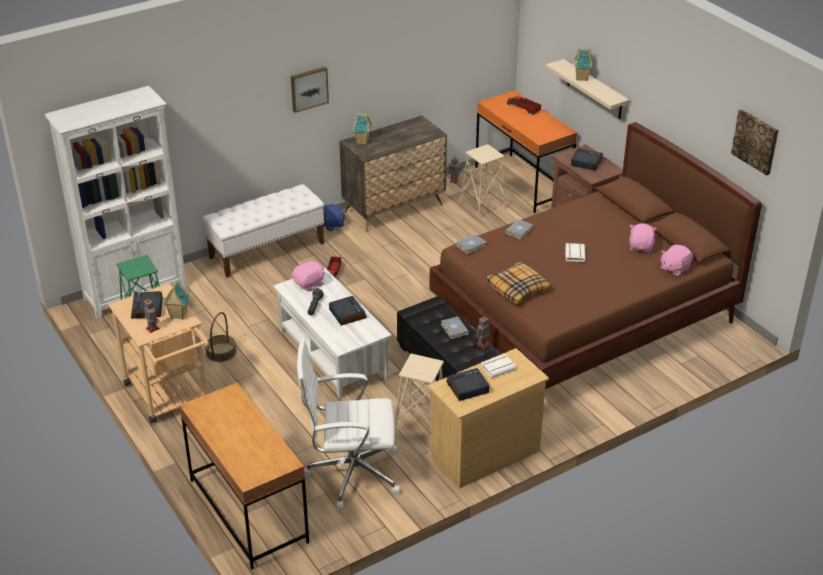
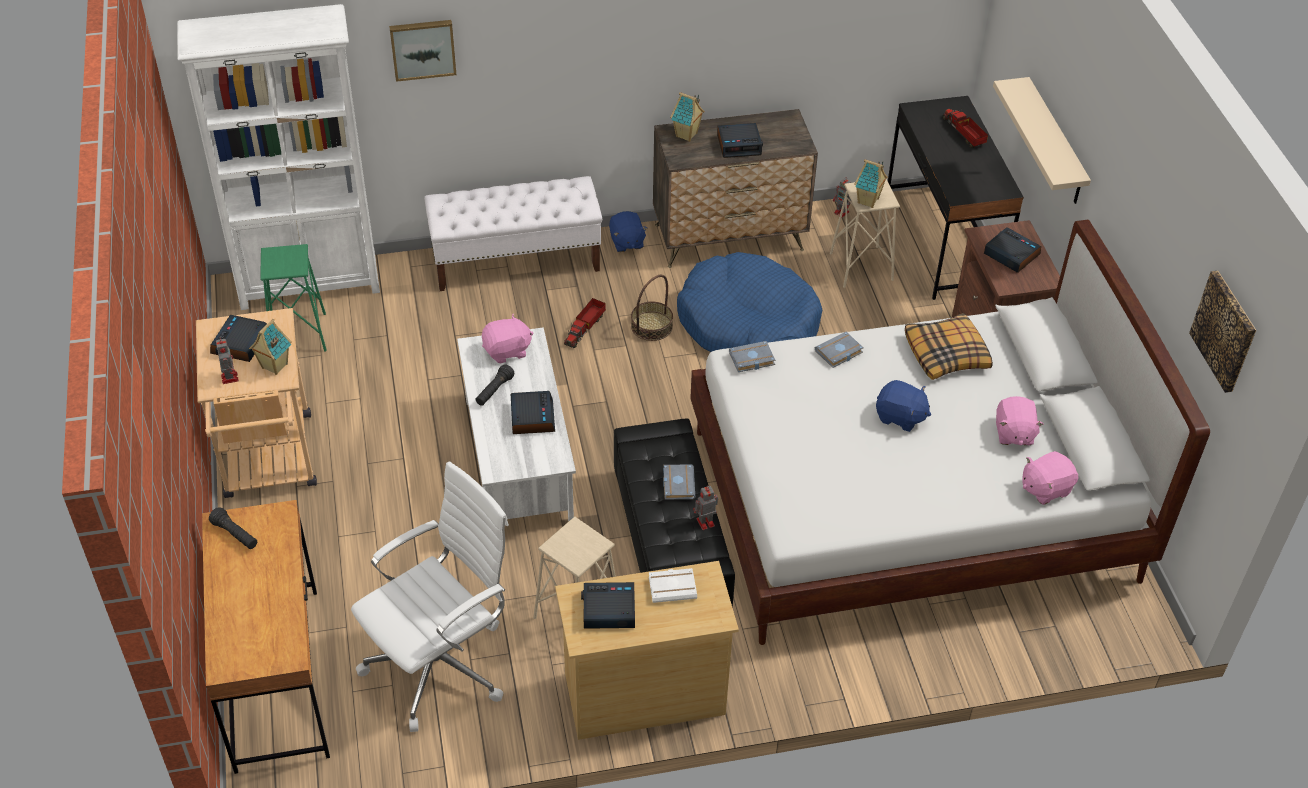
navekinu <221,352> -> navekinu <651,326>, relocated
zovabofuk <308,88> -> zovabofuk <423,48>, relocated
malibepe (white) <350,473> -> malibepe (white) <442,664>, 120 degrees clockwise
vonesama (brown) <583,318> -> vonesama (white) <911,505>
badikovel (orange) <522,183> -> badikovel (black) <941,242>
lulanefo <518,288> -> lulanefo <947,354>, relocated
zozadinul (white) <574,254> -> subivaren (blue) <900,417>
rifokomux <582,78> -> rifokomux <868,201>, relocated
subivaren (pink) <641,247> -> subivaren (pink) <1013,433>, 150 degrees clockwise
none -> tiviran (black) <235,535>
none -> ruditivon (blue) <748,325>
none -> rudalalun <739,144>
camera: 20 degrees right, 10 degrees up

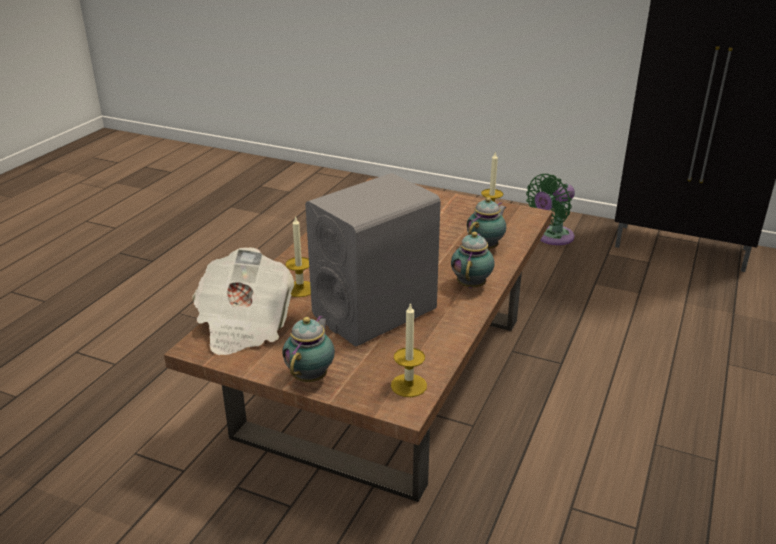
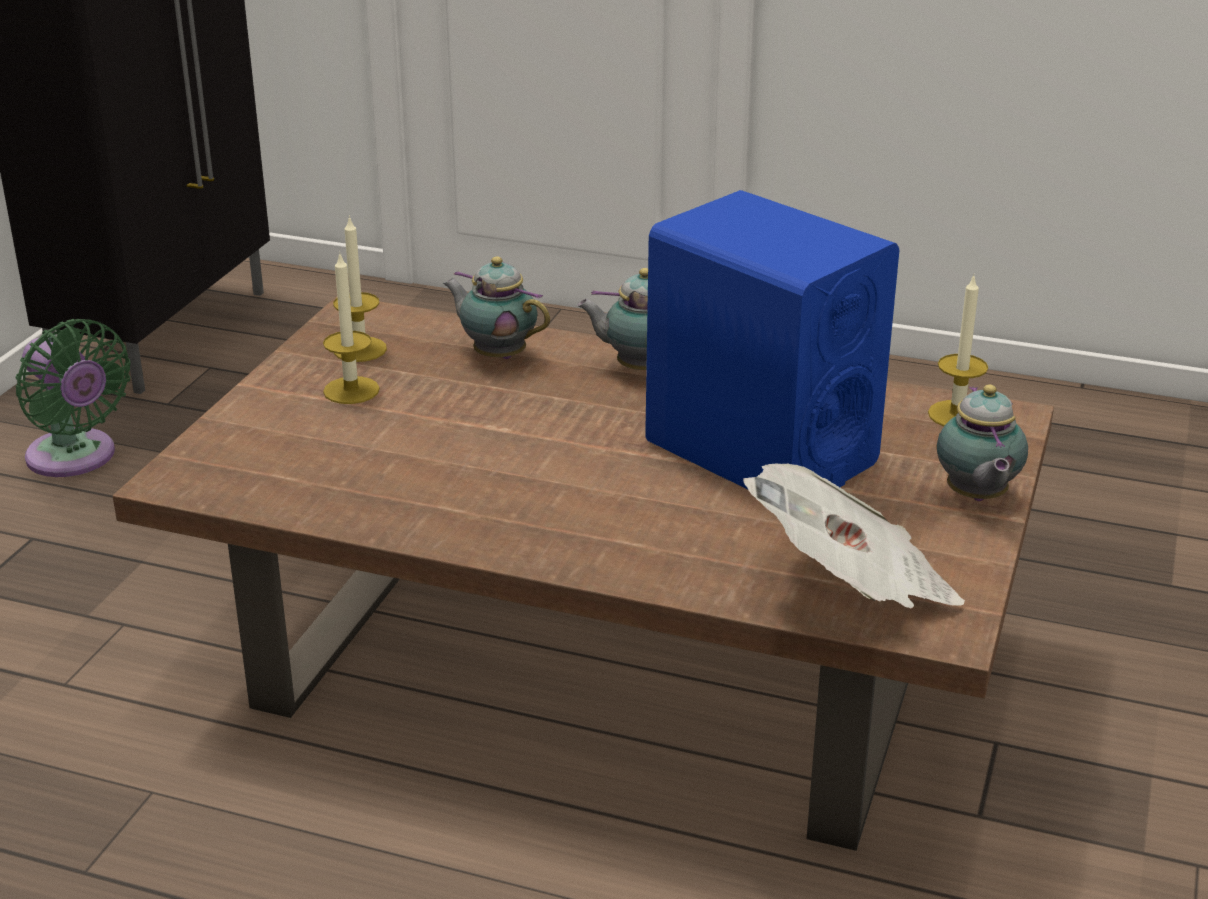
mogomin <311,376> -> mogomin <976,497>, 105 degrees counterclockwise
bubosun <300,289> -> bubosun <351,390>, relocated
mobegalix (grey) <375,312> -> mobegalix (blue) <759,452>
camera: 95 degrees left, 0 degrees up

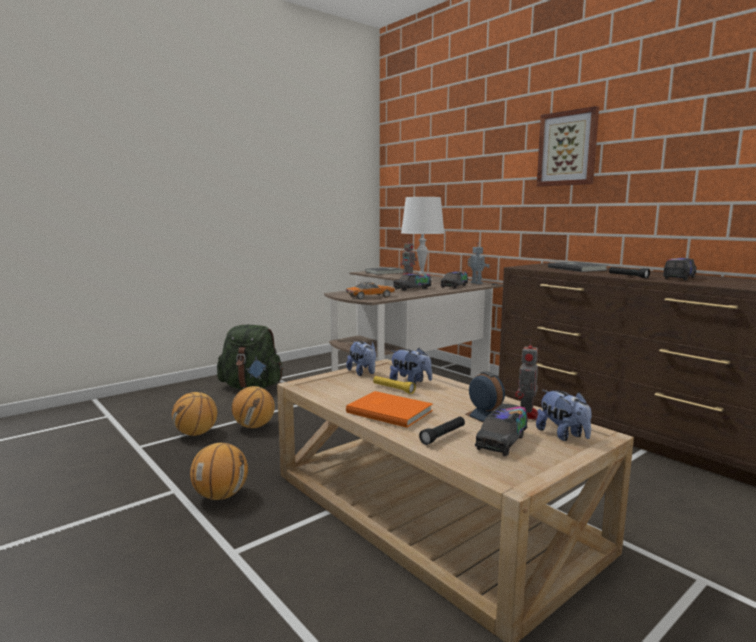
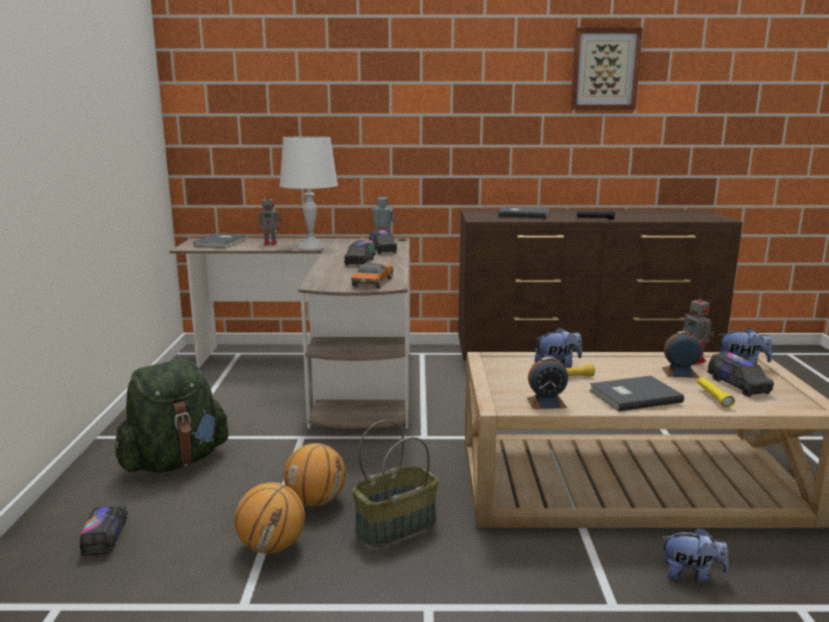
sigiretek <221,496> -> none
subivaren <363,373> -> subivaren <691,575>, relocated
zozadinul (orange) <389,410> -> zozadinul (grey) <632,395>
tiviran (black) <443,435> -> tiviran (yellow) <713,397>
zovabofuk <567,148> -> zovabofuk <604,69>, relocated
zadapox <679,278> -> zadapox <105,537>, relocated
none -> navekinu <396,525>
none -> rudalalun <546,402>
camera: 50 degrees left, 5 degrees up

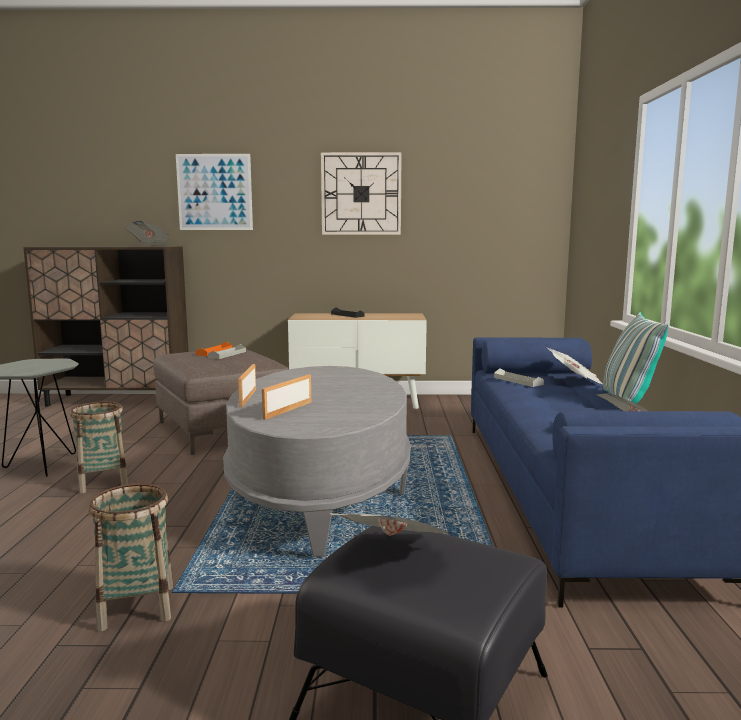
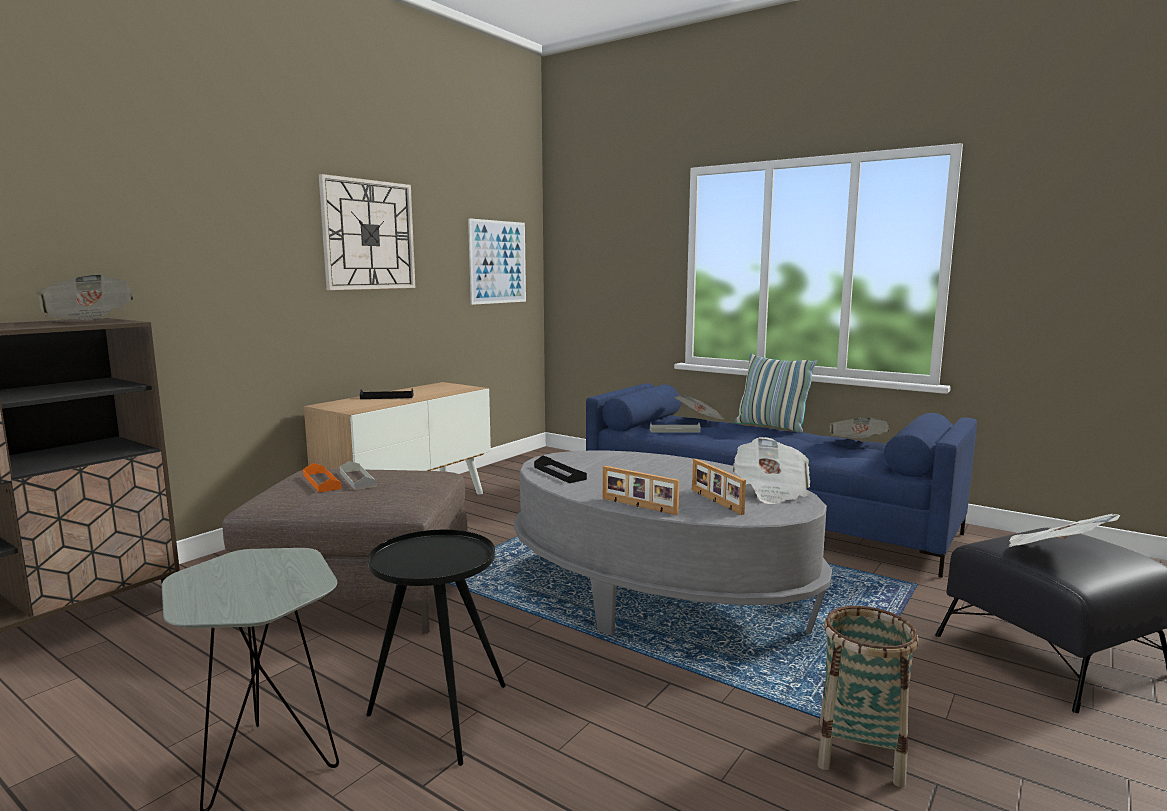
navekinu <103,482> -> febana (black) <439,717>
zovabofuk <214,192> -> zovabofuk <498,262>, relocated
none -> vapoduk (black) <559,473>
none -> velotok <770,491>
camera: 55 degrees left, 0 degrees up

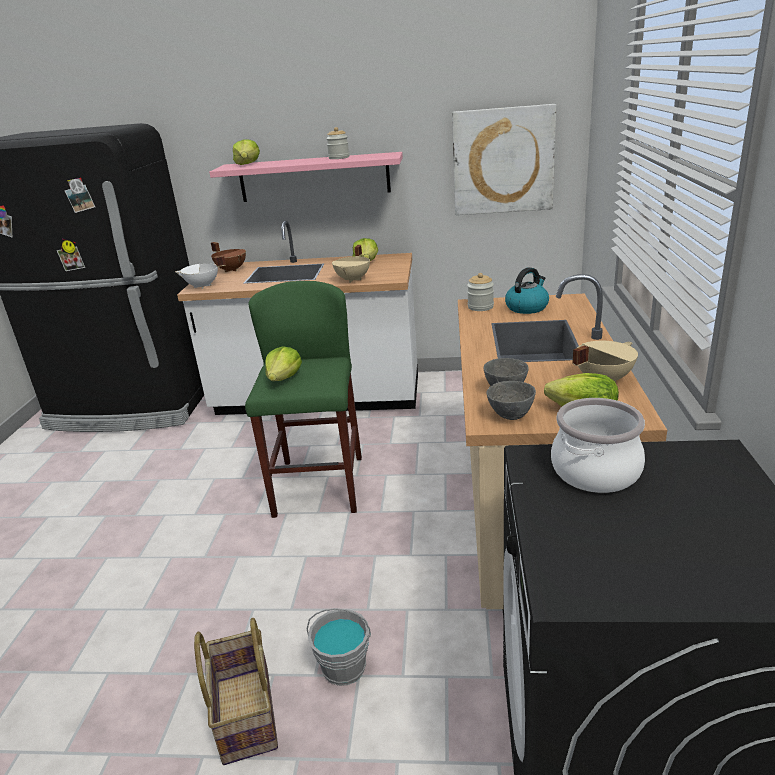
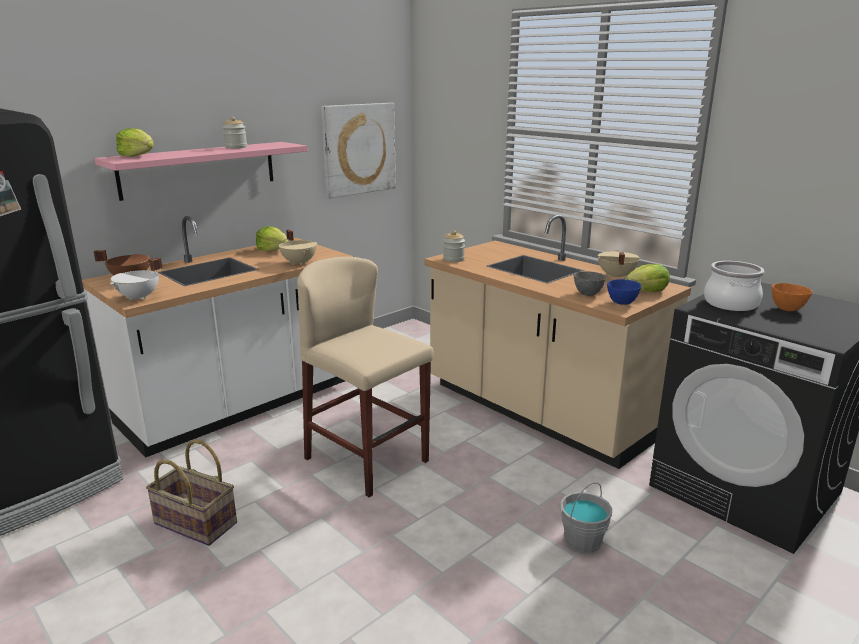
navekinu <245,714> -> navekinu <194,524>, relocated
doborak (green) <319,486> -> doborak (beige) <367,460>
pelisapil <284,378> -> none
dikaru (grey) <511,416> -> dikaru (blue) <622,303>
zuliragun <527,307> -> none
none -> dikaru (orange) <786,309>
camera: 50 degrees left, 5 degrees down

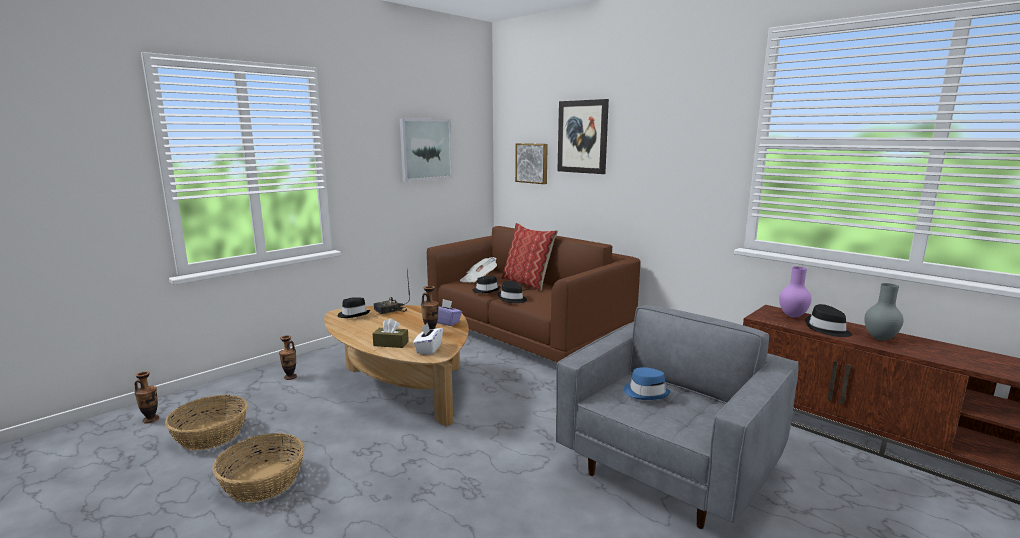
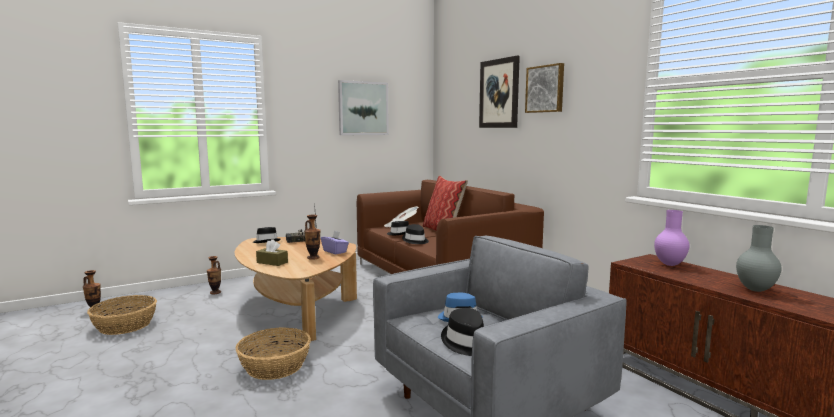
navekinu <262,481> -> navekinu <274,366>, relocated
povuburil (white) <428,349> -> none
zovabofuk <532,163> -> zovabofuk <545,89>, relocated
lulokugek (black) <827,329> -> lulokugek (black) <467,342>, relocated
camera: 15 degrees right, 5 degrees down

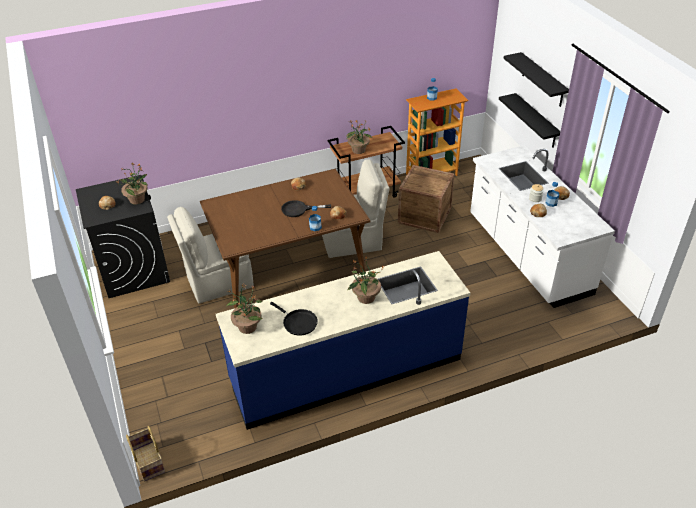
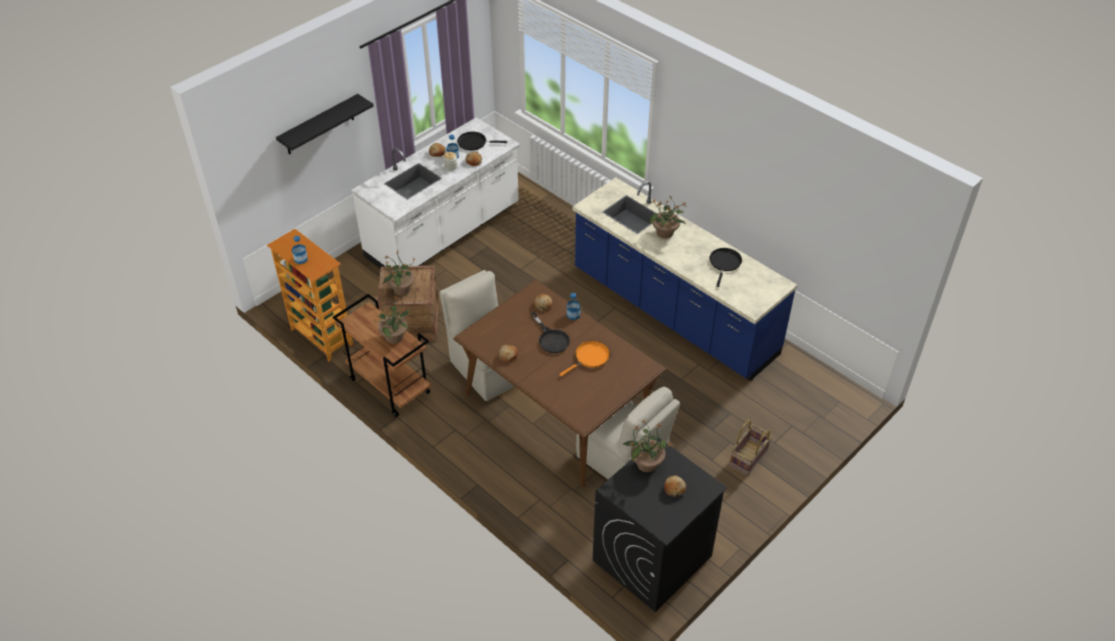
navekinu <148,461> -> navekinu <749,457>, relocated
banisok <247,326> -> banisok <401,289>, relocated
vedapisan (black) <536,121> -> none
none -> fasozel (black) <474,143>
none -> fasozel (orange) <590,357>
camera: 115 degrees left, 5 degrees up

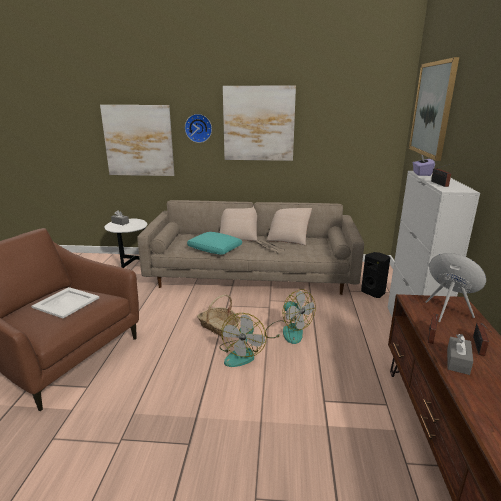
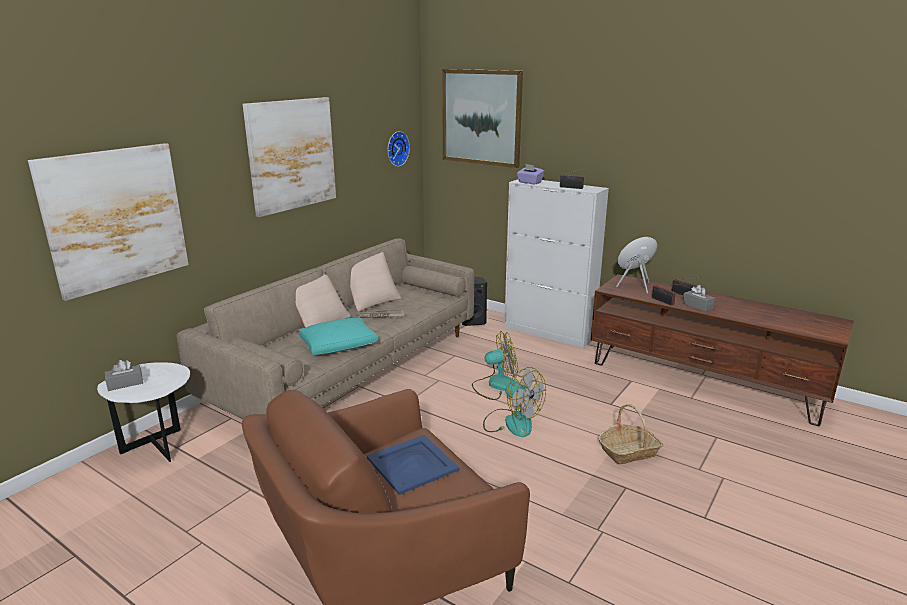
vapoduk (white) <66,303> -> vapoduk (blue) <413,464>
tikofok <198,128> -> tikofok <396,148>, relocated
navekinu <219,326> -> navekinu <629,452>, relocated
camera: 60 degrees left, 0 degrees up

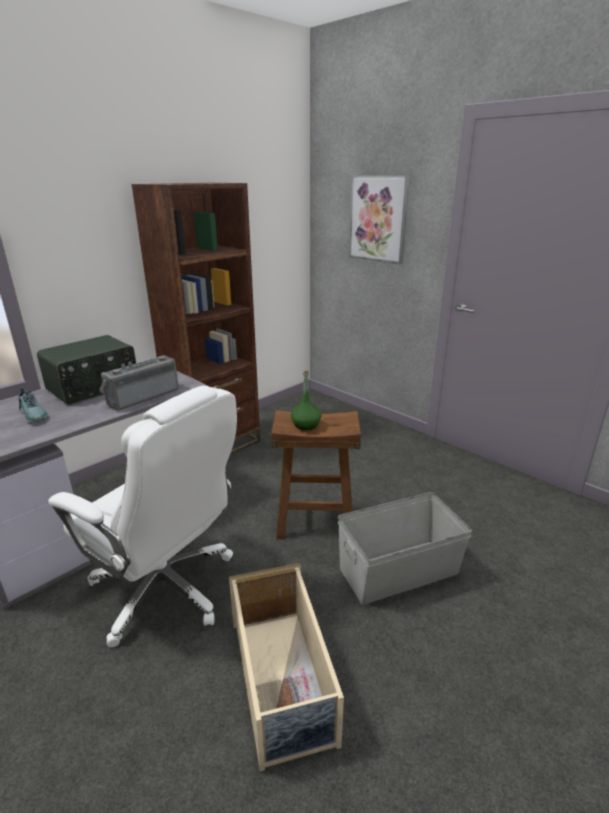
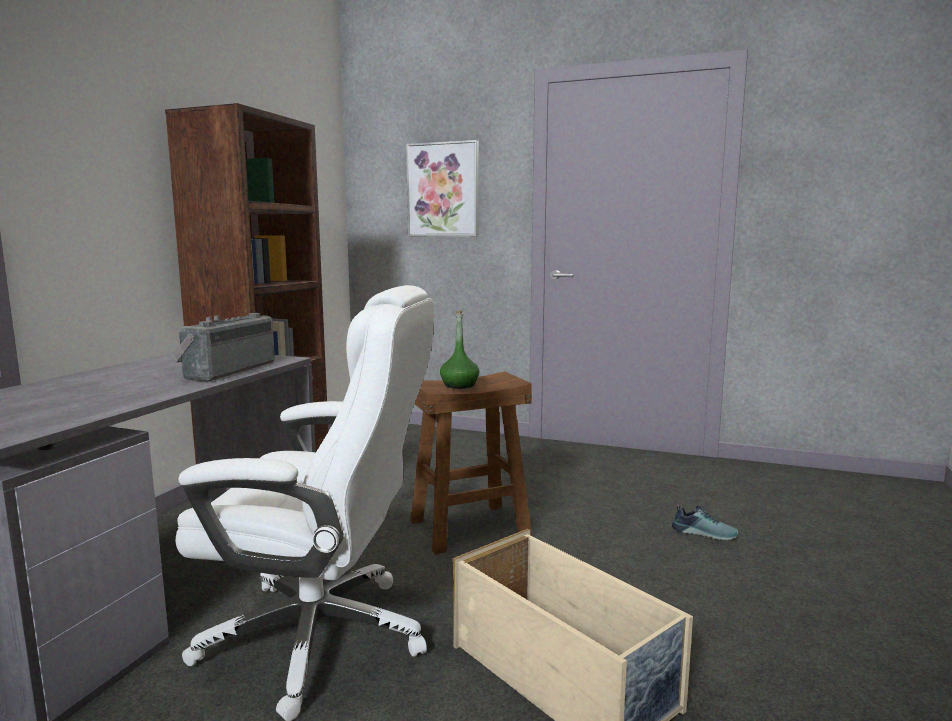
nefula <34,414> -> nefula <704,533>, relocated
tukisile <94,387> -> none
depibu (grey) <399,571> -> none
camera: 25 degrees left, 15 degrees down

